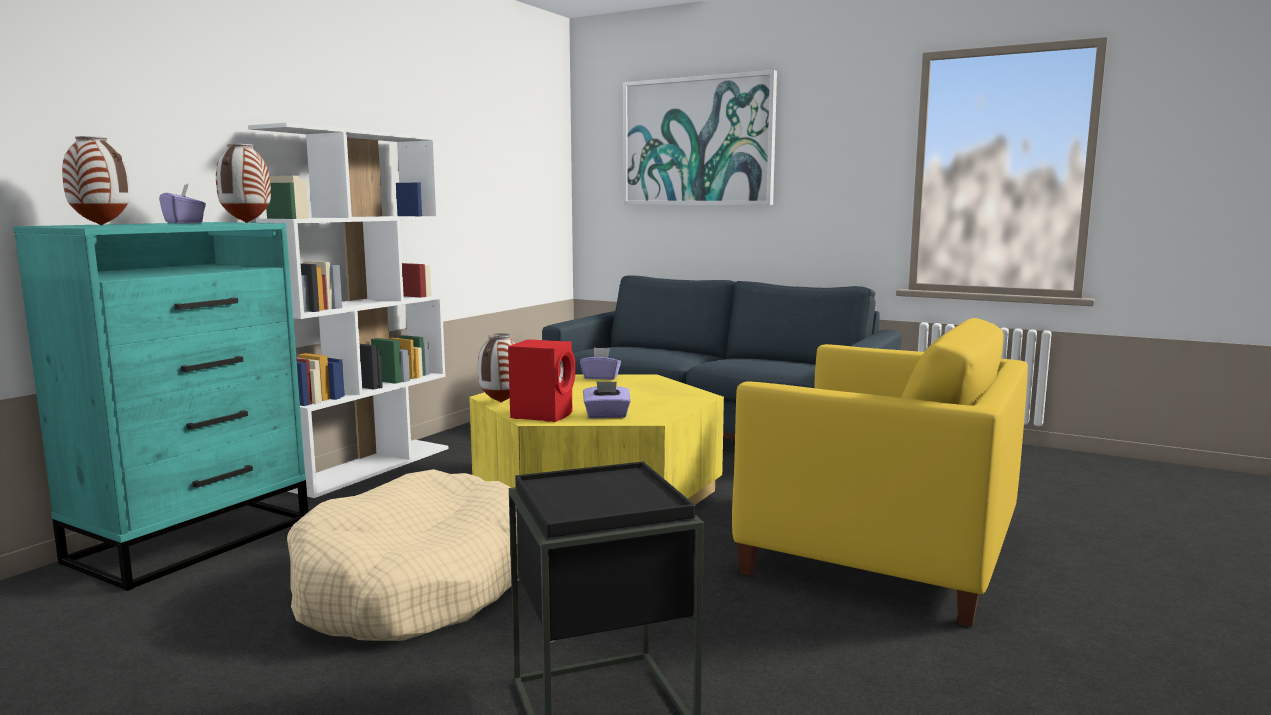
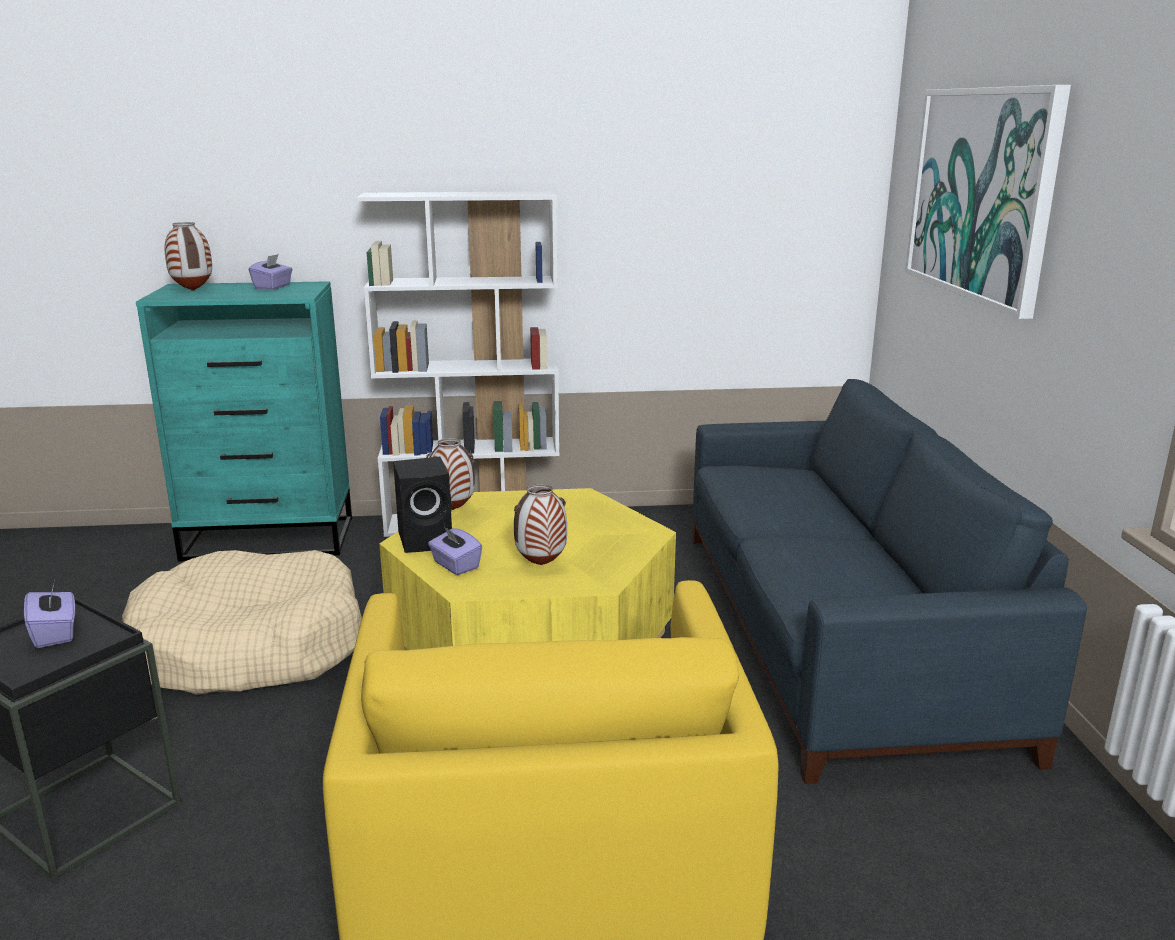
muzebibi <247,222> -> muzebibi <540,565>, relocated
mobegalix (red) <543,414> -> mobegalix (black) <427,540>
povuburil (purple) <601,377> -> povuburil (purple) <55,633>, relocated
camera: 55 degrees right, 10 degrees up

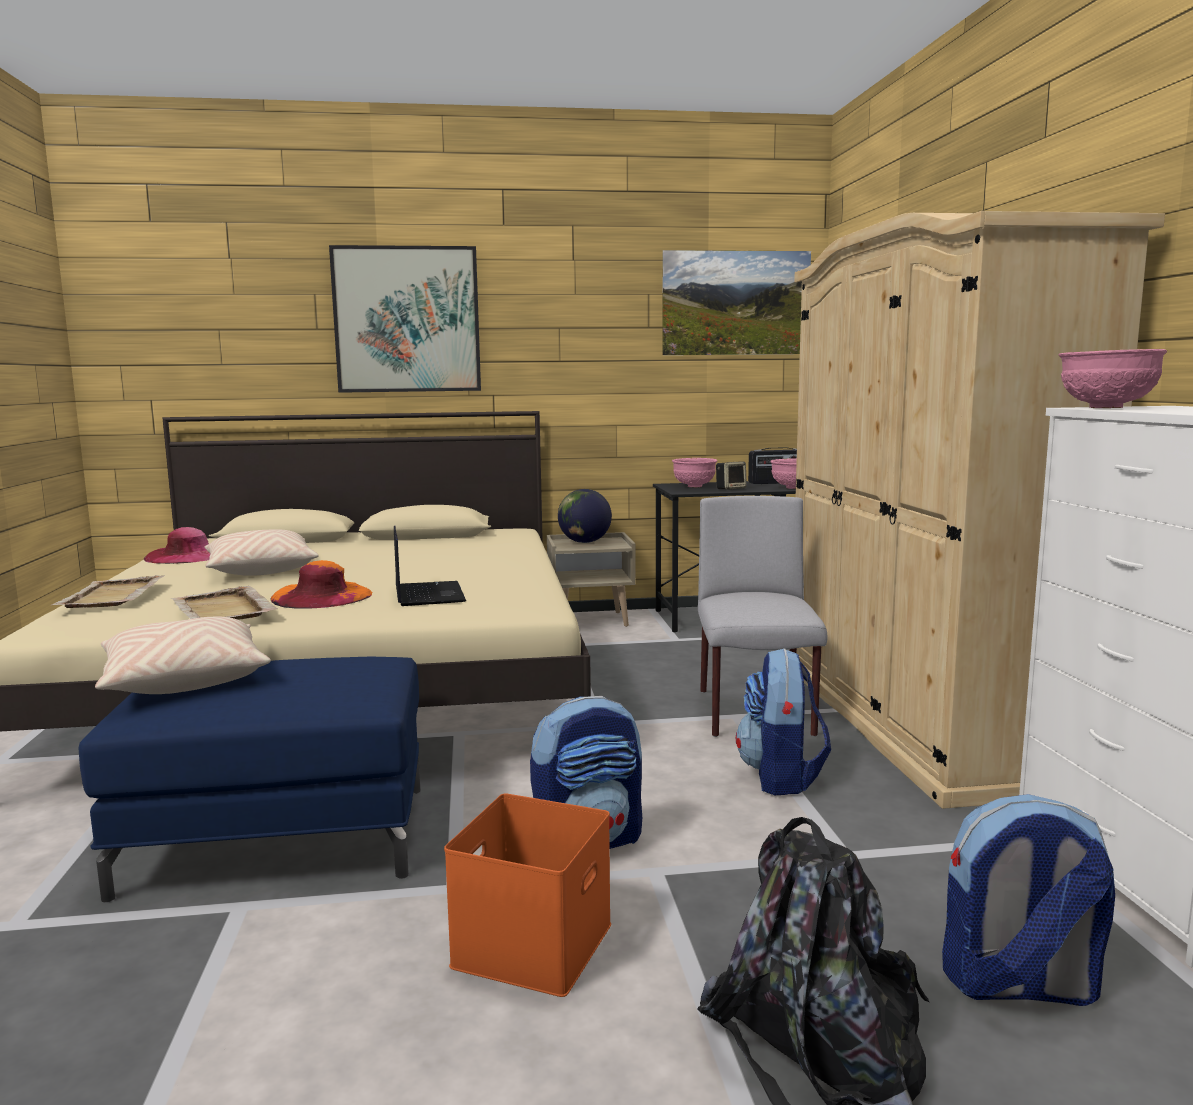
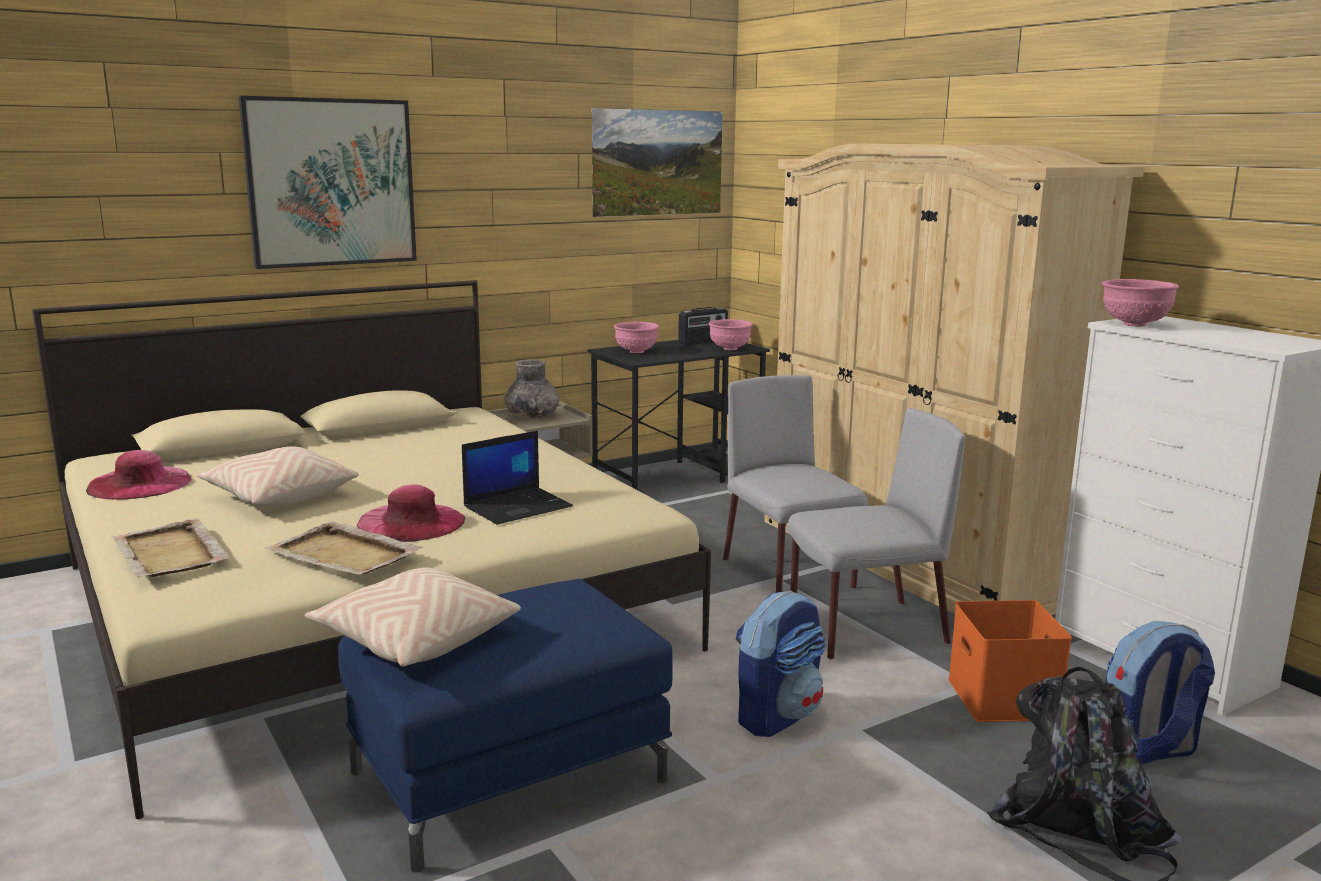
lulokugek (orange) <321,596> -> lulokugek (pink) <411,522>
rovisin <427,594> -> rovisin <518,506>, 90 degrees clockwise
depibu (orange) <534,947> -> depibu (orange) <1005,699>, relocated
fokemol <584,542> -> muzebibi (grey) <531,416>
mobegalix <731,488> -> none
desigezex <781,777> -> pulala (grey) <865,630>
camera: 25 degrees left, 5 degrees up

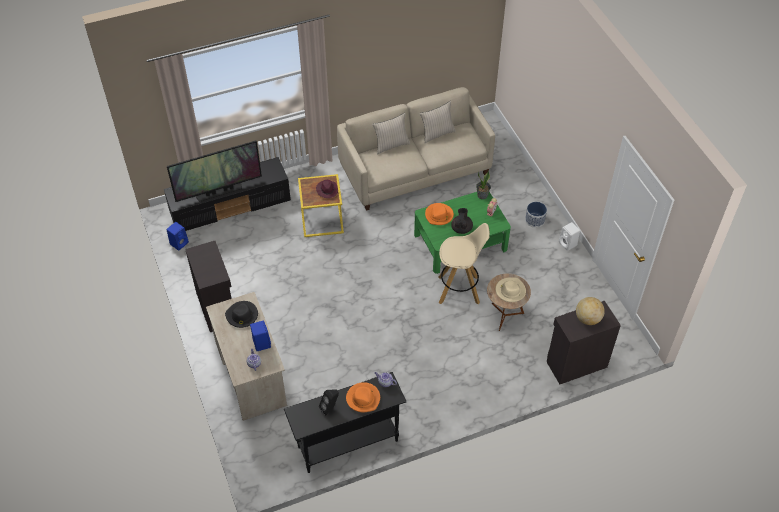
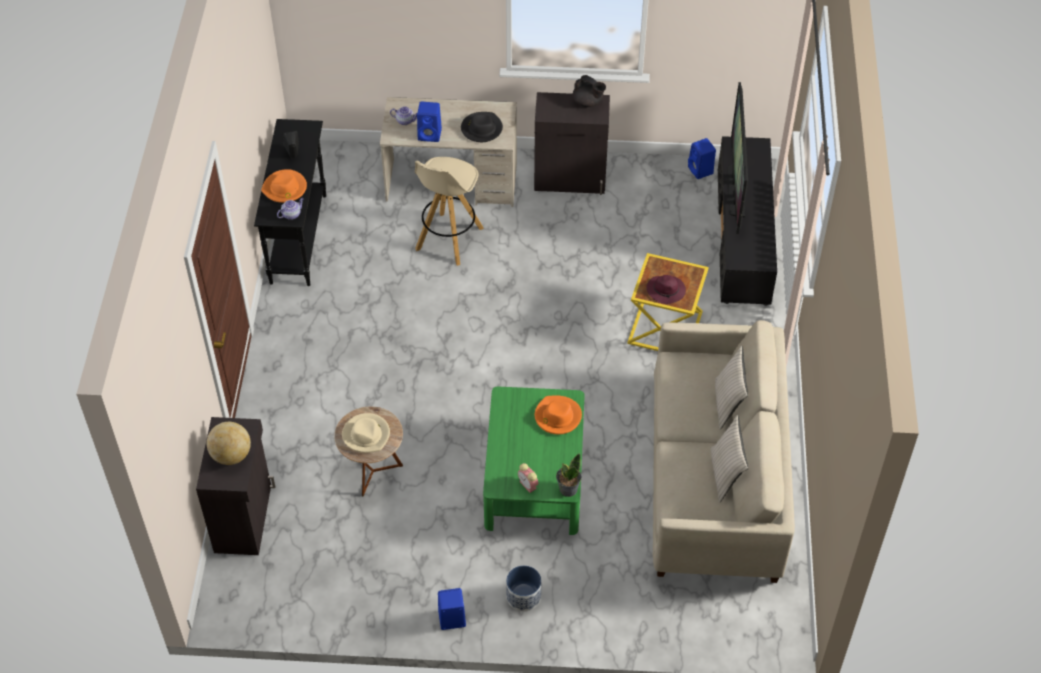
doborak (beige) <459,290> -> doborak (beige) <449,239>, relocated
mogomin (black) <461,228> -> mogomin (black) <588,102>, relocated
mobegalix (white) <568,244> -> mobegalix (blue) <451,619>
camera: 115 degrees right, 0 degrees up

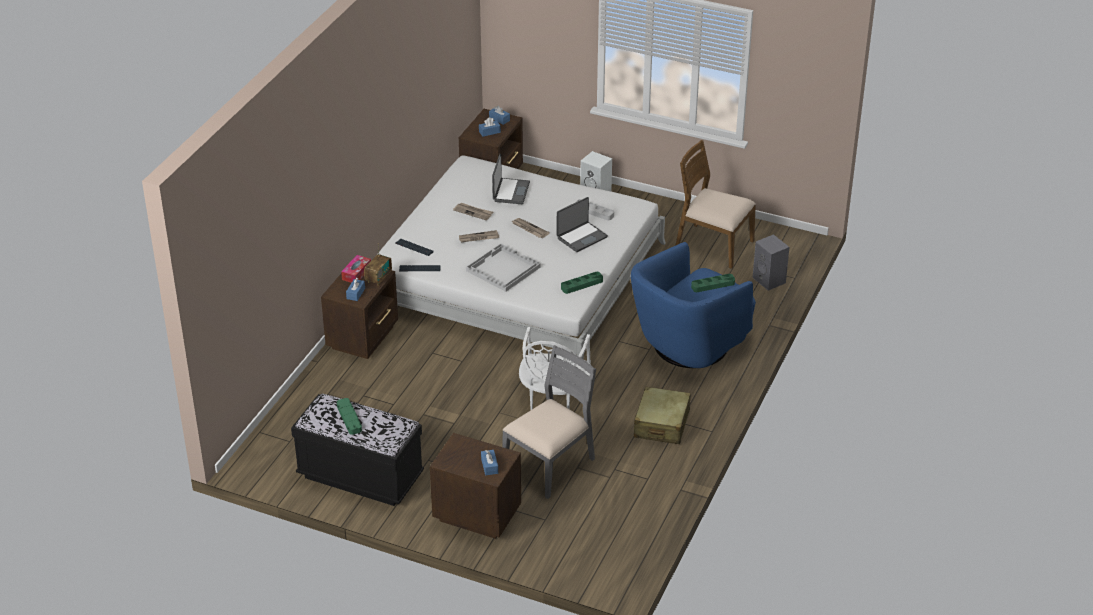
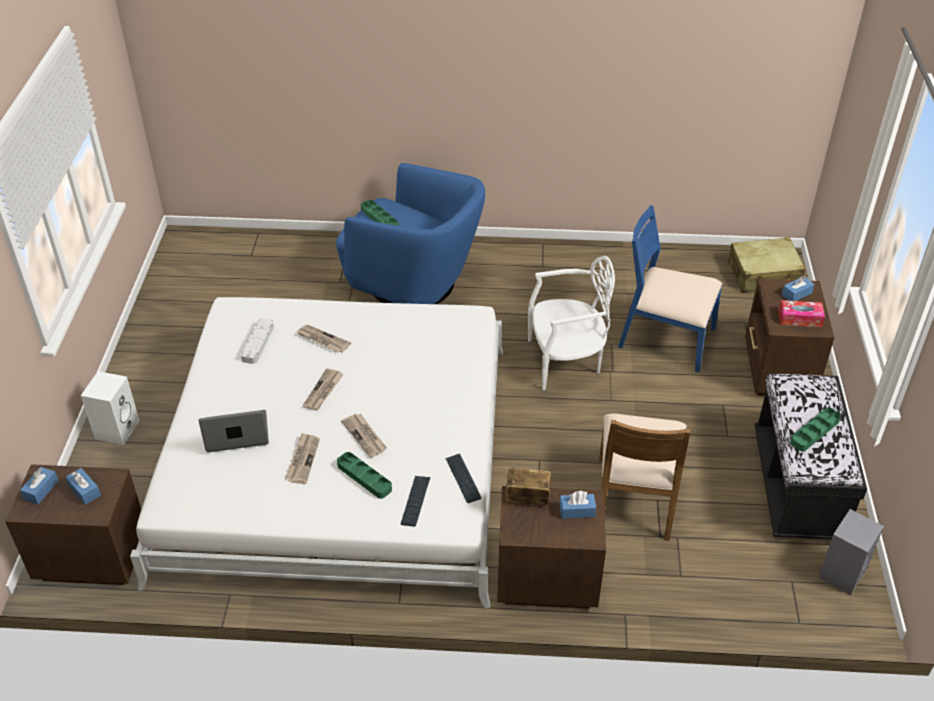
povuburil <356,273> -> povuburil <799,318>, relocated
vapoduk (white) <502,269> -> none
pulala (grey) <550,464> -> pulala (blue) <666,338>
rovisin <581,237> -> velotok <322,340>
vapoduk (green) <581,284> -> vapoduk (green) <364,477>, relocated
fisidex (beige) <661,424> -> fisidex (beige) <764,275>, relocated
pulala (brown) <713,245> -> pulala (brown) <635,498>, relocated
mobegalix (grey) <770,280> -> mobegalix (grey) <841,572>, relocated
camera: 110 degrees left, 5 degrees up

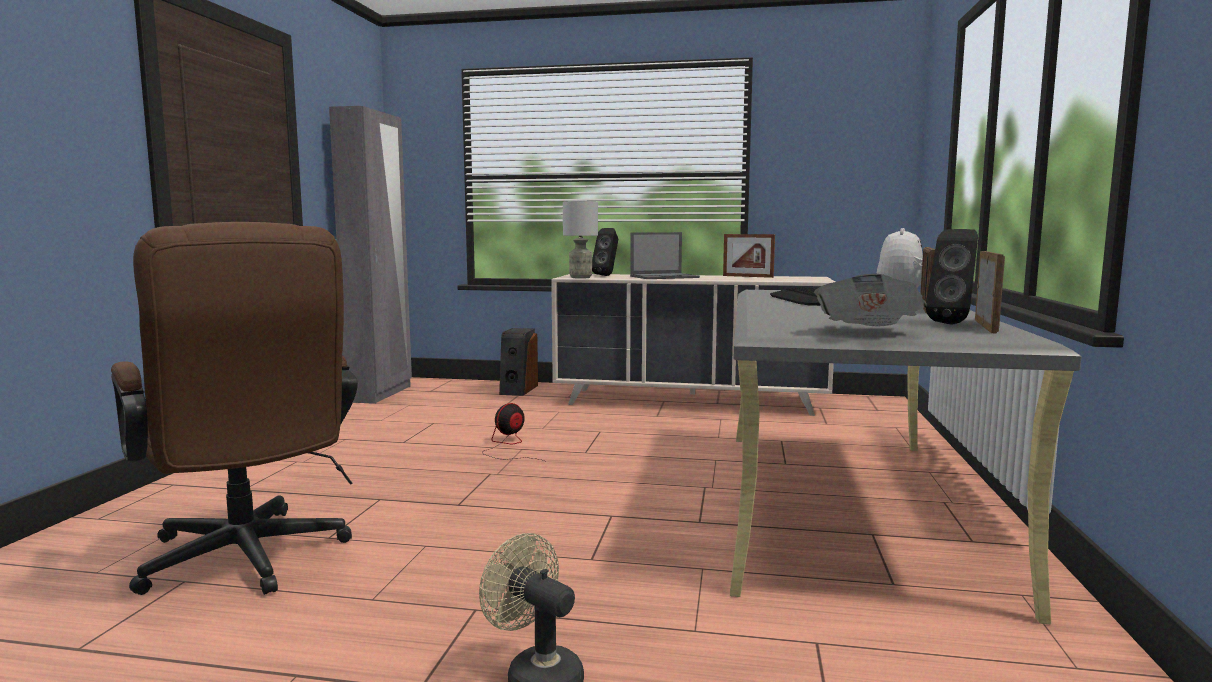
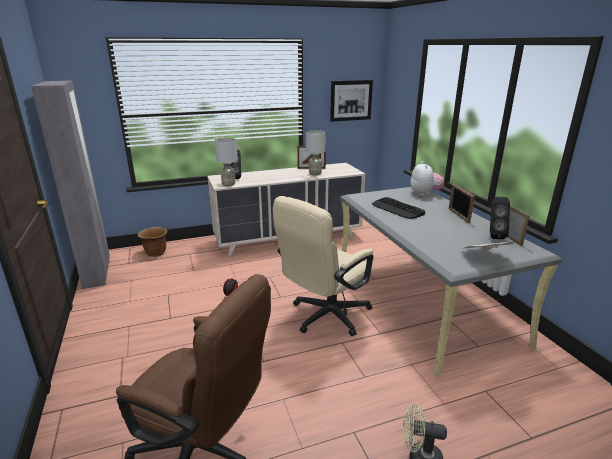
mobegalix <518,390> -> none
rovisin <665,277> -> none
none -> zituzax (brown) <155,253>
none -> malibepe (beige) <324,317>
none -> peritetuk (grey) <315,174>
none -> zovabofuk <351,100>
camera: 30 degrees left, 15 degrees up

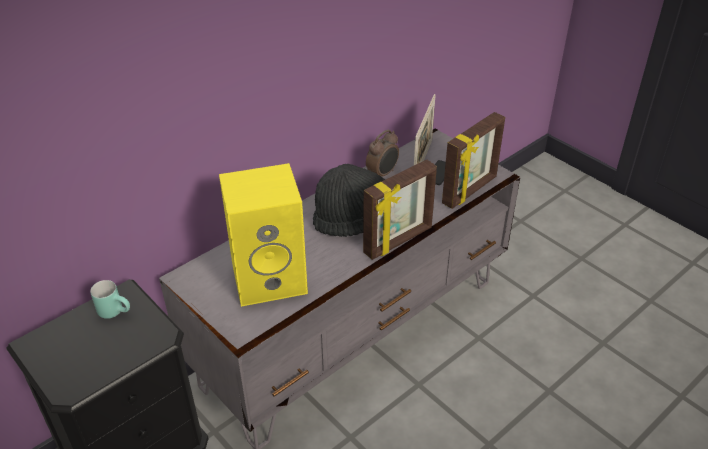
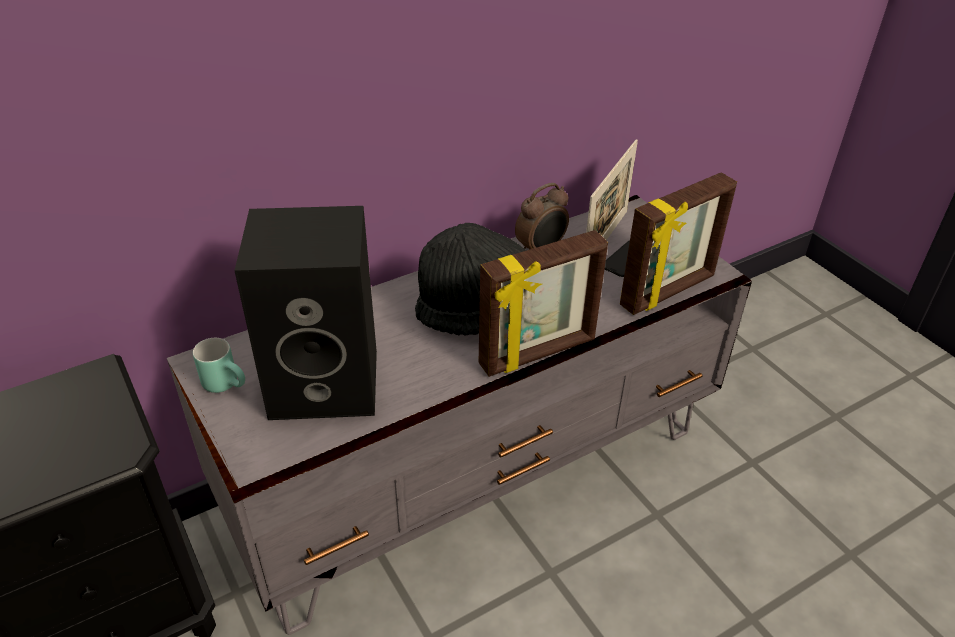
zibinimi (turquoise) <116,311> -> zibinimi (turquoise) <228,384>, relocated
mobegalix (yellow) <271,277> -> mobegalix (black) <328,382>
camera: 10 degrees right, 0 degrees up

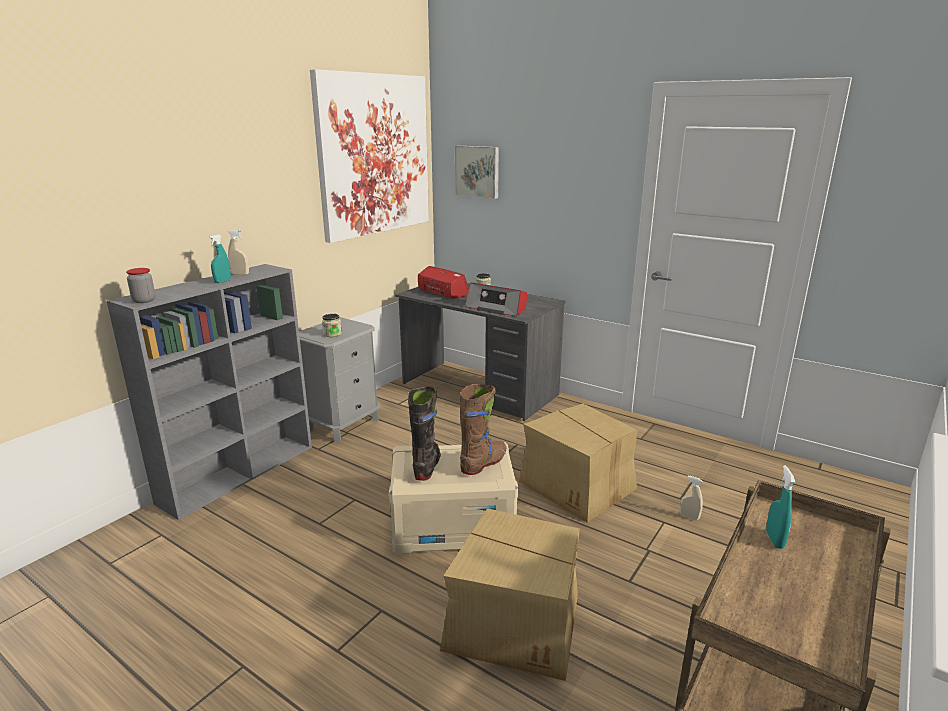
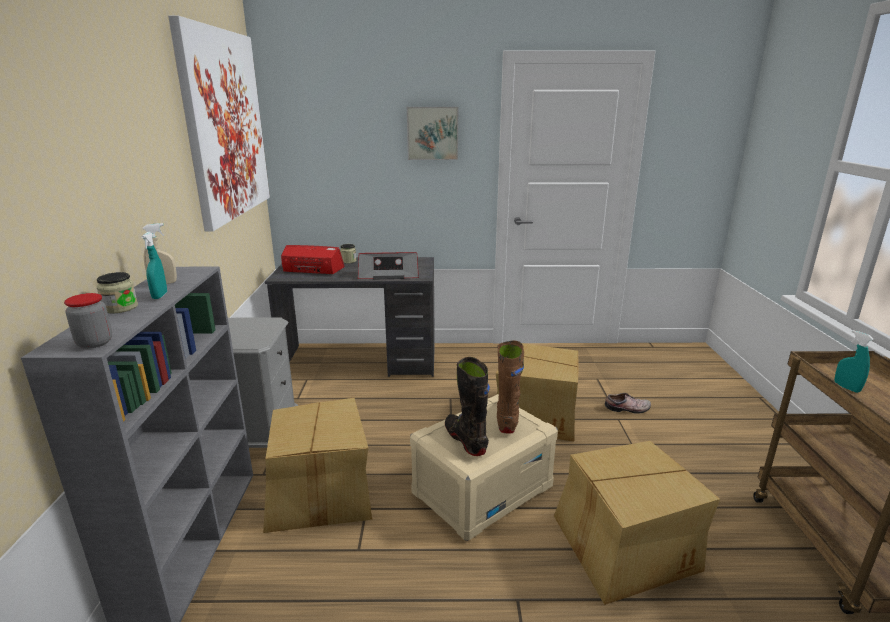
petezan <332,334> -> petezan <120,308>, relocated
zovabofuk <478,171> -> zovabofuk <432,133>, relocated
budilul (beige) <689,517> -> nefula <628,409>
none -> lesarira <319,494>
camera: 35 degrees left, 0 degrees up

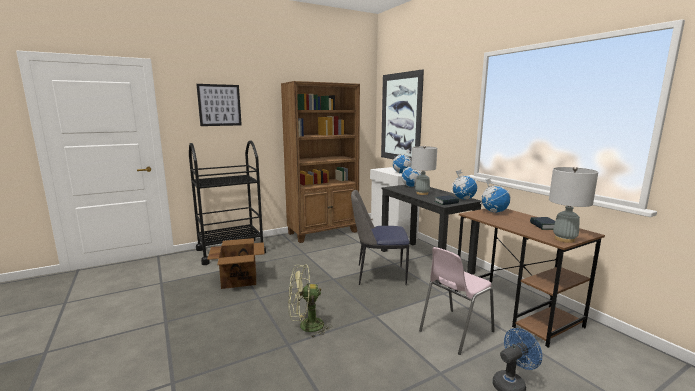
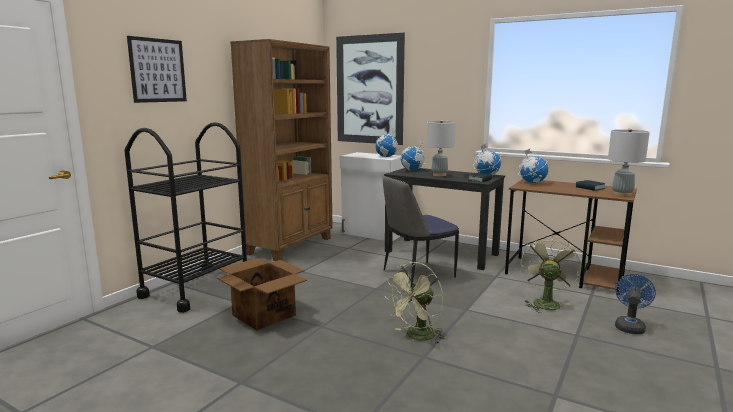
pulala (pink) <454,331> -> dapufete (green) <545,302>
camera: 30 degrees left, 0 degrees up

